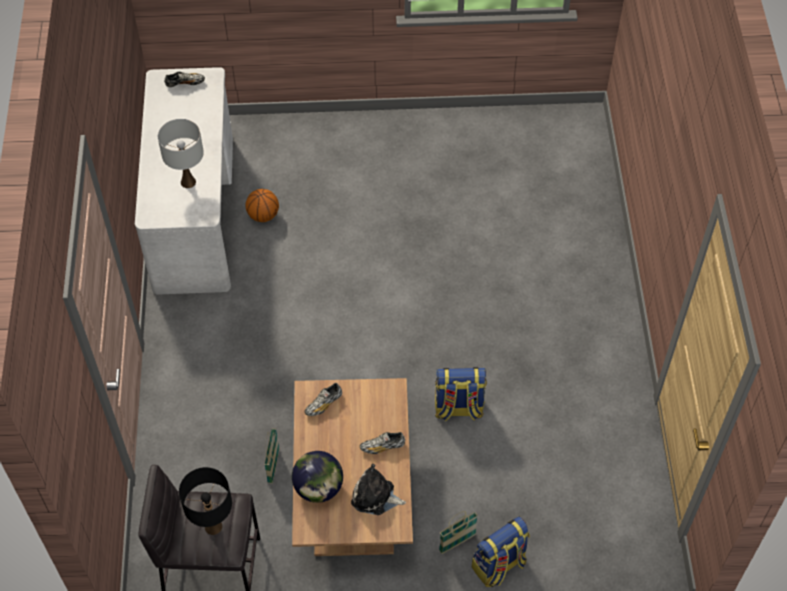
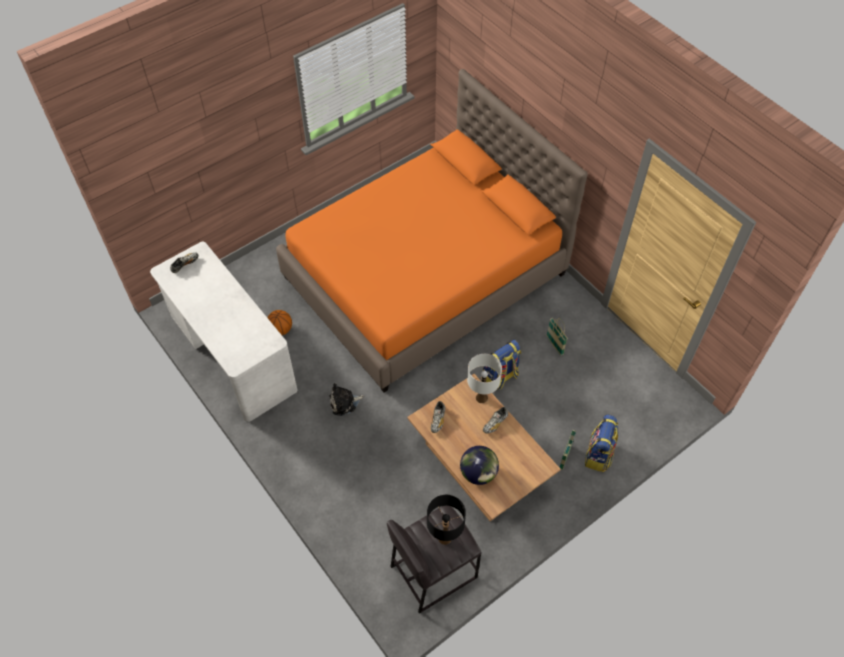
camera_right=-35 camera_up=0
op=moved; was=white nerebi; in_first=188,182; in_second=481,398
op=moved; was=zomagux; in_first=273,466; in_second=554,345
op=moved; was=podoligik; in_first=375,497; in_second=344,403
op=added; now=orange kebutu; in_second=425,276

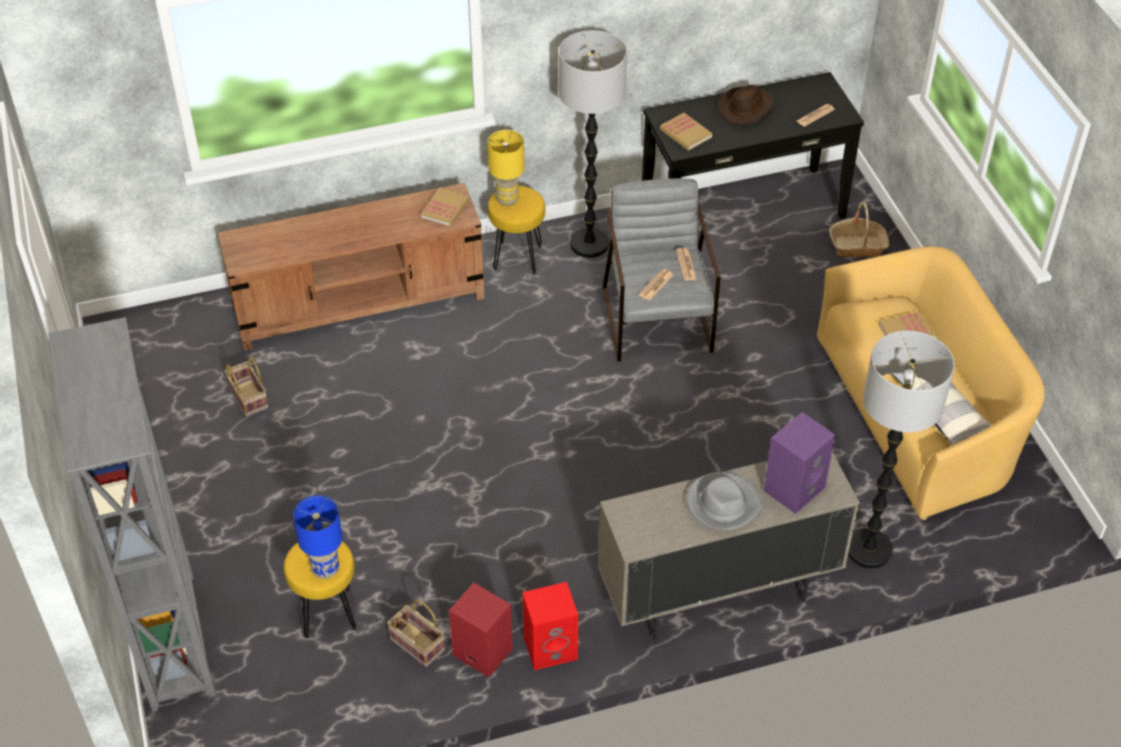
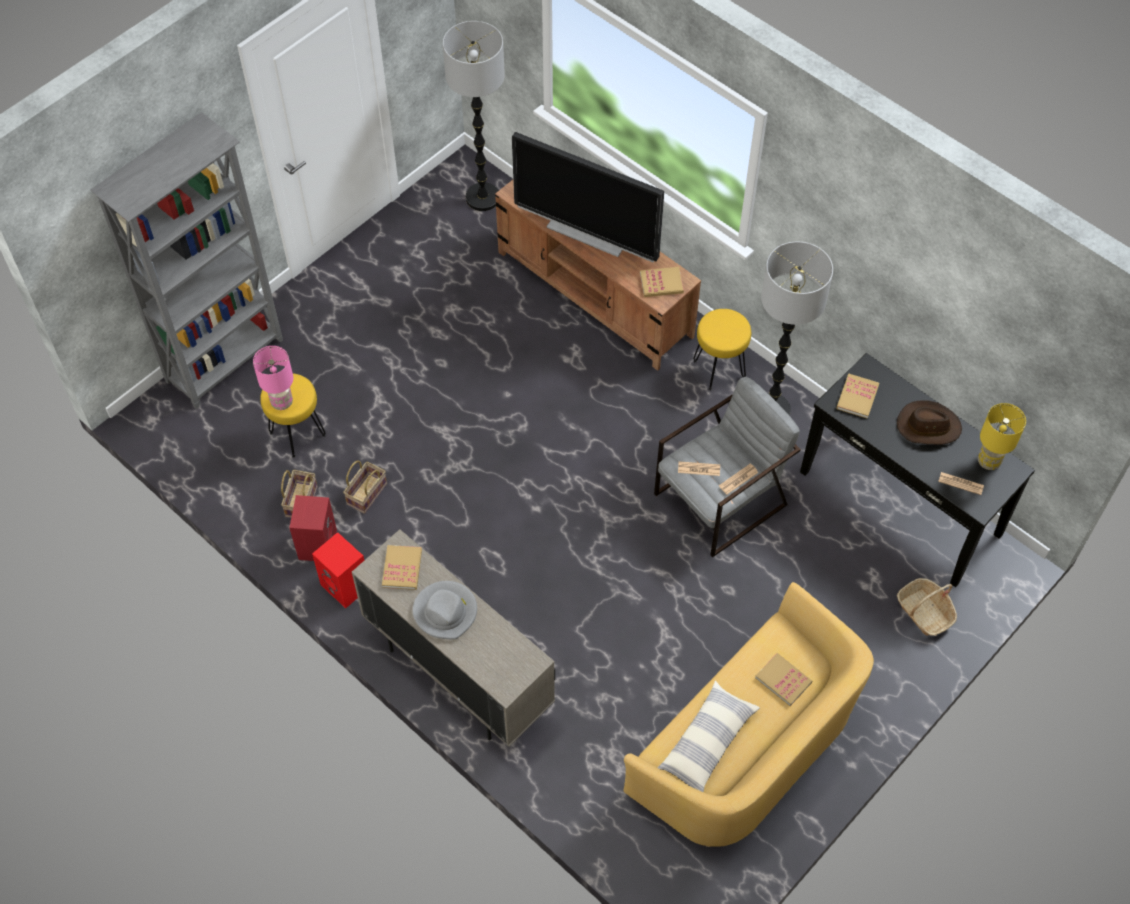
camera_right=60 camera_up=10
op=moved; was=yellow nerebi; in_first=508,200; in_second=989,462
op=moved; was=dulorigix; in_first=868,550; in_second=482,198
op=moved; was=zomagux; in_first=247,397; in_second=366,493
op=removed; was=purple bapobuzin; in_first=794,487
op=recoloured; was=blue nerebi; now=pink nerebi; in_first=326,569; in_second=282,403
op=added; now=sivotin; in_second=588,233
op=added; now=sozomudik; in_second=402,568

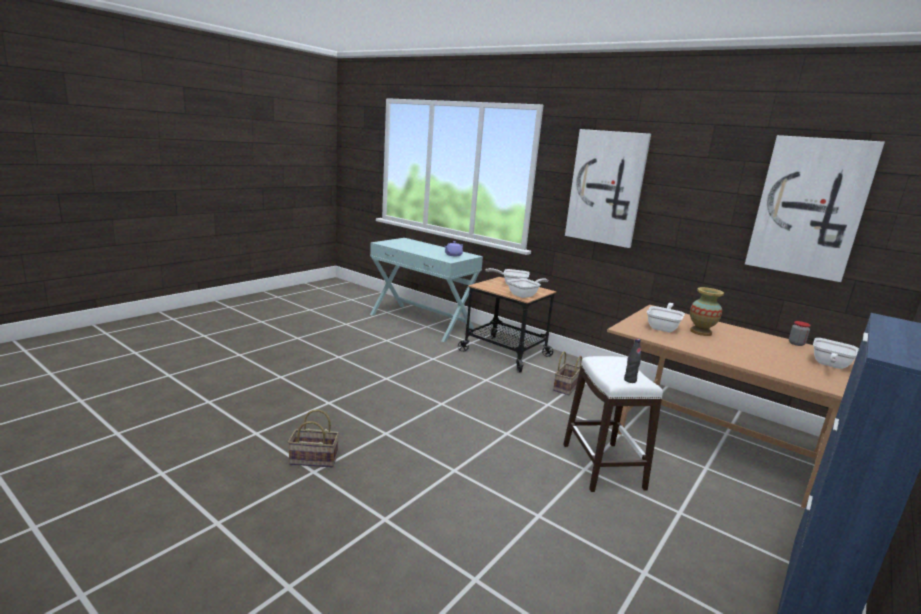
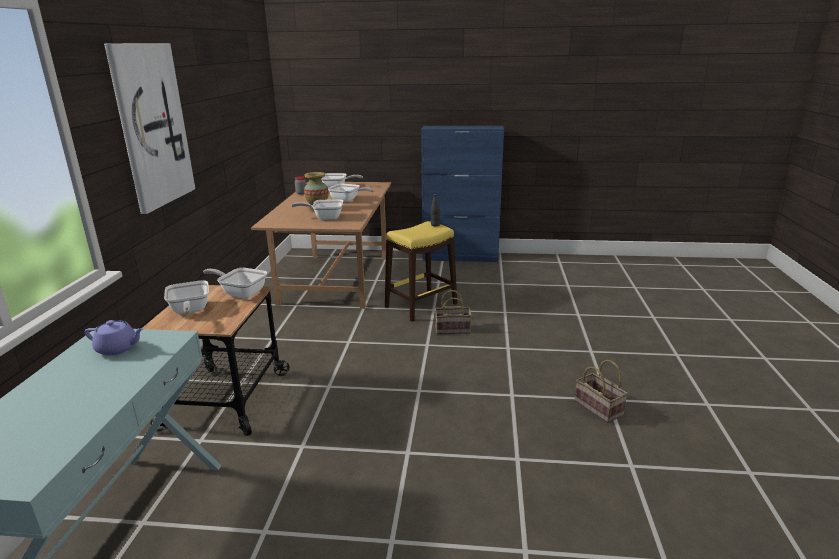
camera_right=-120 camera_up=5
op=removed; was=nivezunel; in_first=809,207
op=moved; was=zomagux; in_first=566,388; in_second=453,329
op=recoloured; was=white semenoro; now=yellow semenoro; in_first=603,466; in_second=420,305
op=added; now=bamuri; in_second=347,200

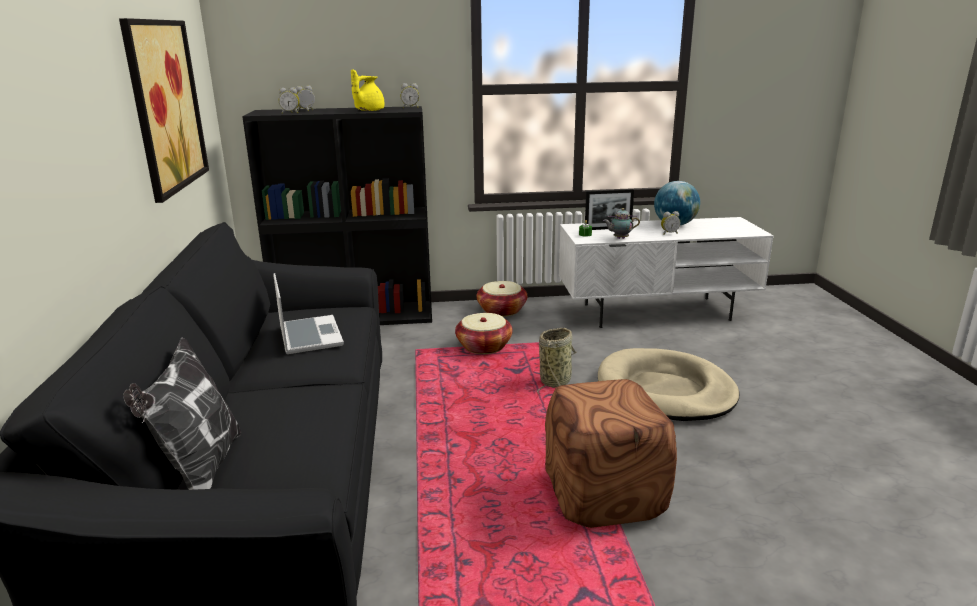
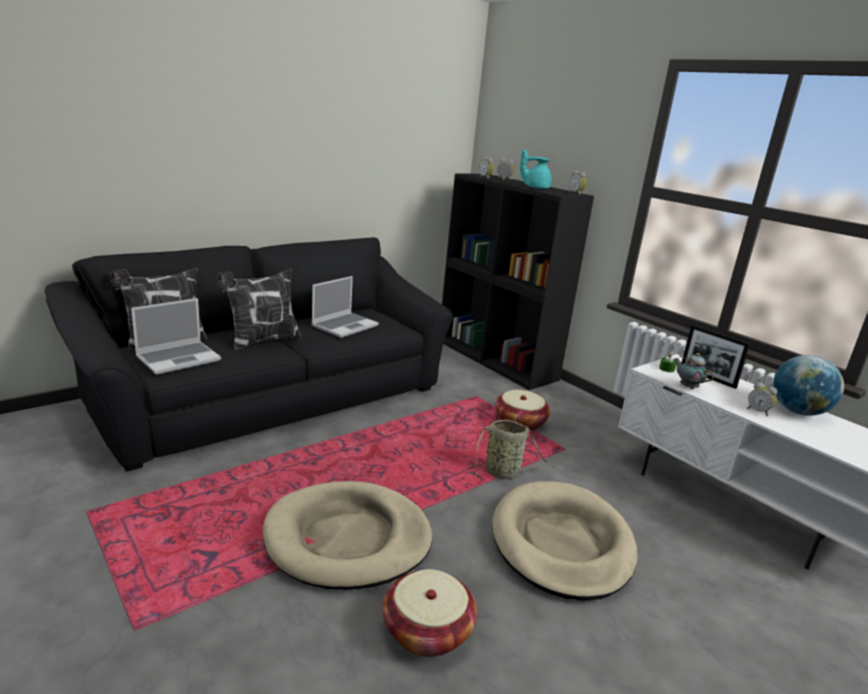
camera_right=55 camera_up=0
op=removed; was=nivezunel; in_first=165,106
op=recoloured; was=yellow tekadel; now=turquoise tekadel; in_first=368,111; in_second=535,188
op=moved; was=zomagux; in_first=502,310; in_second=427,630
op=replaced; was=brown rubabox; now=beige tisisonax; in_first=604,493; in_second=348,539
op=added; now=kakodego; in_second=262,341
op=added; now=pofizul; in_second=179,358

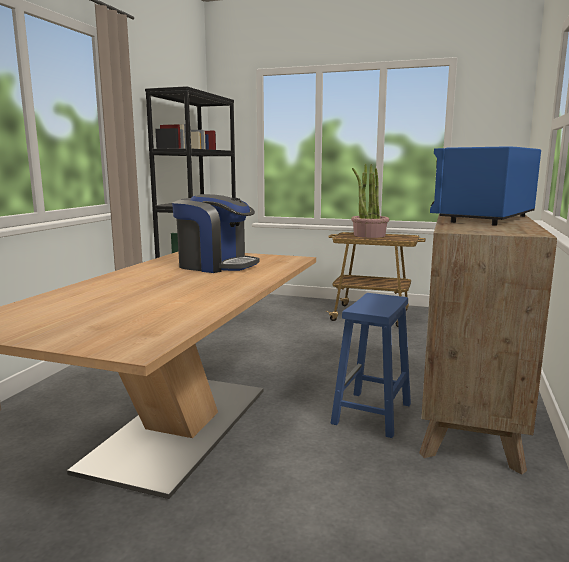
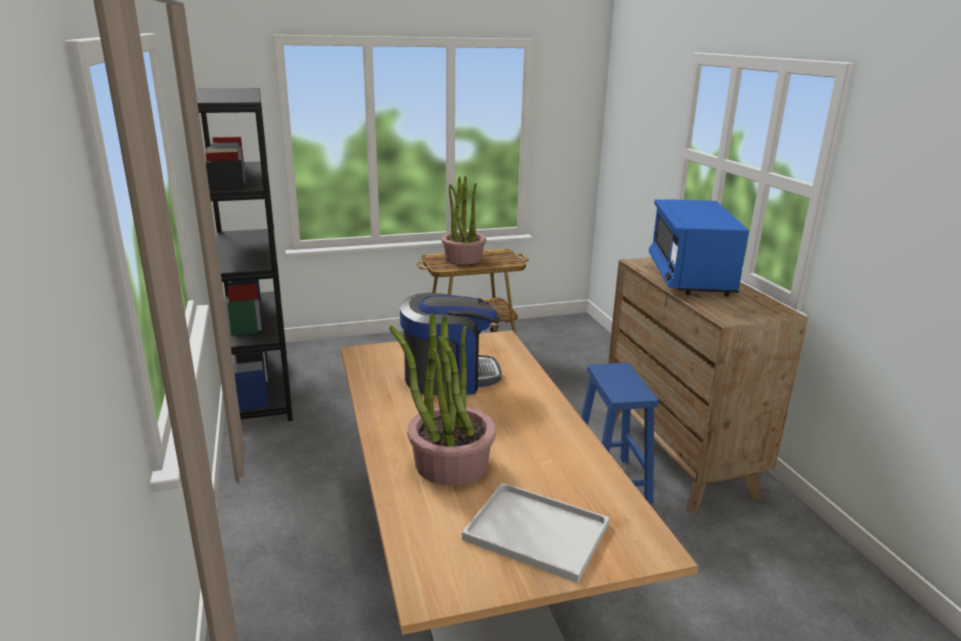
camera_right=-35 camera_up=10
op=added; now=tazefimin; in_second=450,463
op=added; now=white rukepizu; in_second=539,532

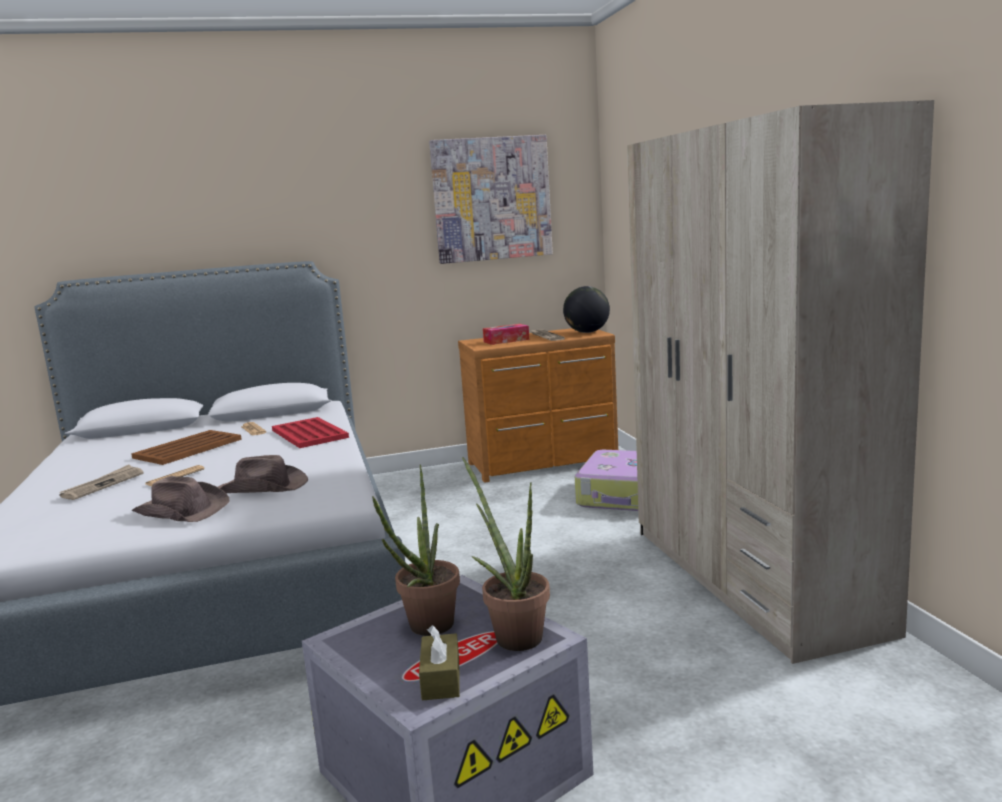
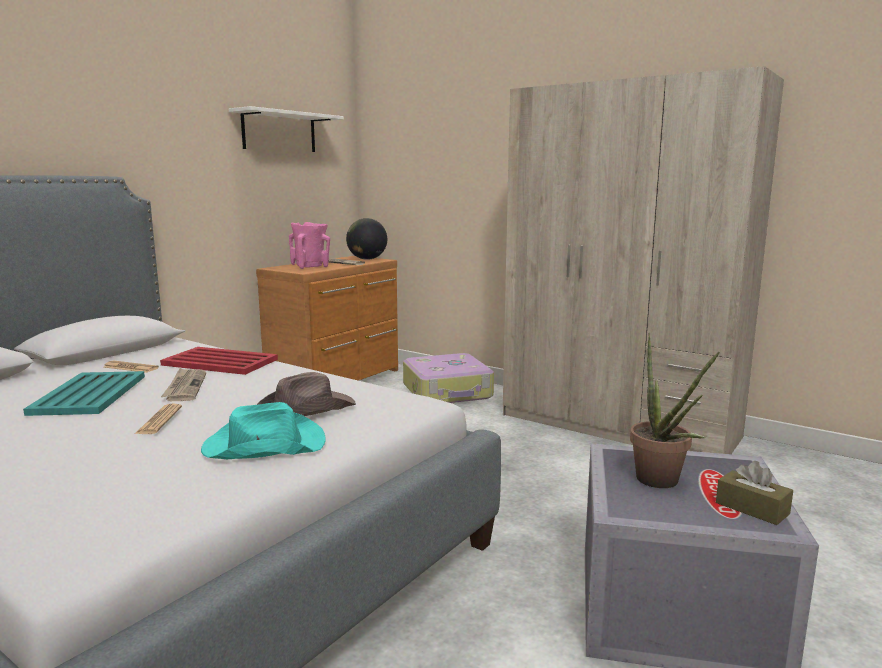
camera_right=-40 camera_up=0
op=replaced; was=nivezunel; now=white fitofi; in_first=491,199; in_second=279,132
op=replaced; was=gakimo; now=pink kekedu; in_first=506,340; in_second=310,267
op=recoloured; was=brown rukepizu; now=turquoise rukepizu; in_first=189,448; in_second=90,394
op=removed; was=tazefimin; in_first=513,634
op=moved; was=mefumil; in_first=103,485; in_second=185,387
op=recoloured; was=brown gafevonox; now=turquoise gafevonox; in_first=181,510; in_second=263,445

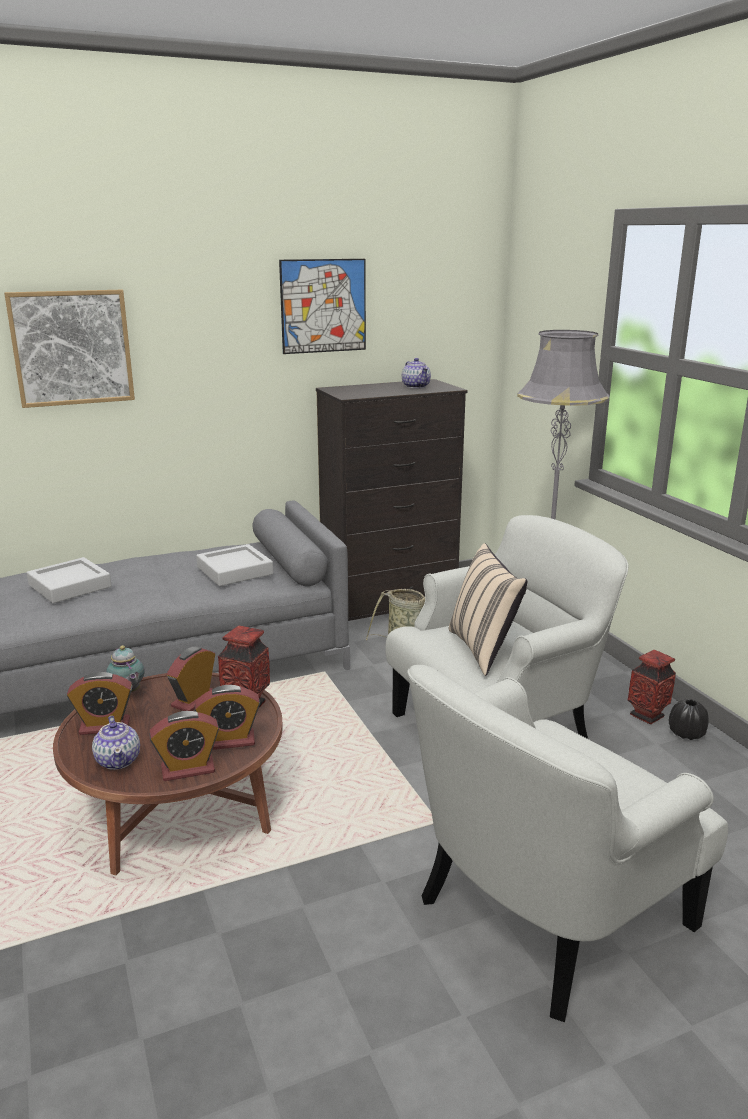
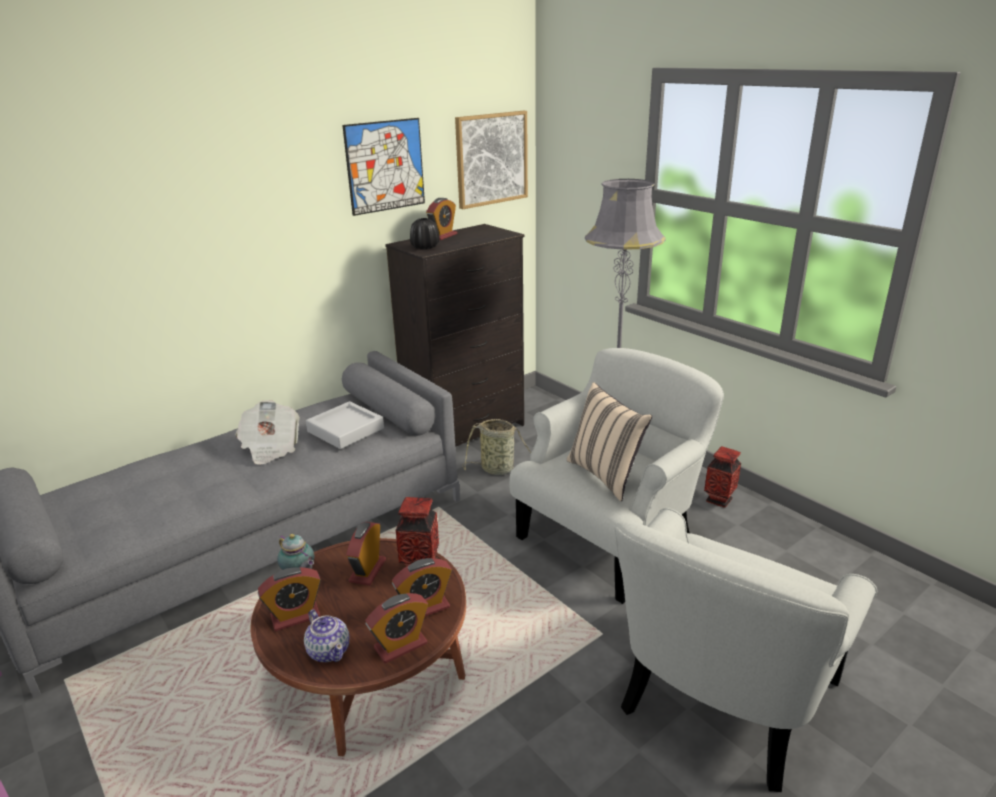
camera_right=-15 camera_up=5
op=moved; was=nivezunel; in_first=72,348; in_second=491,159
op=removed; was=tekadel; in_first=416,386
op=removed; was=grey rukepizu; in_first=70,586
op=moved; was=black kekedu; in_first=686,733; in_second=425,247
op=added; now=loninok; in_second=442,236
op=added; now=mefumil; in_second=270,447

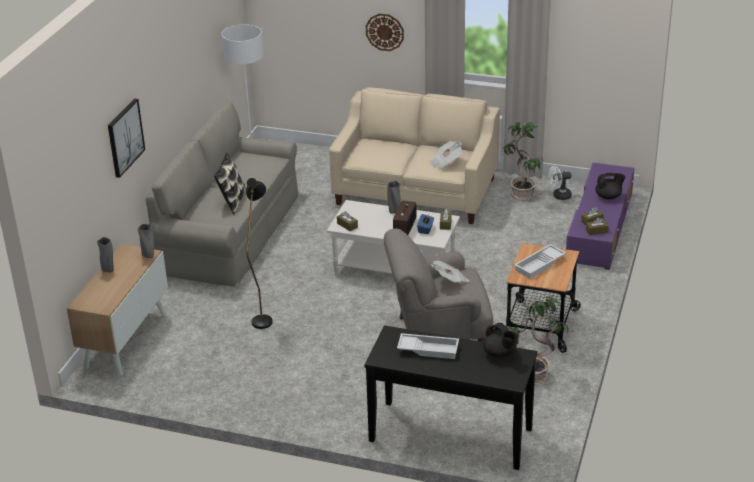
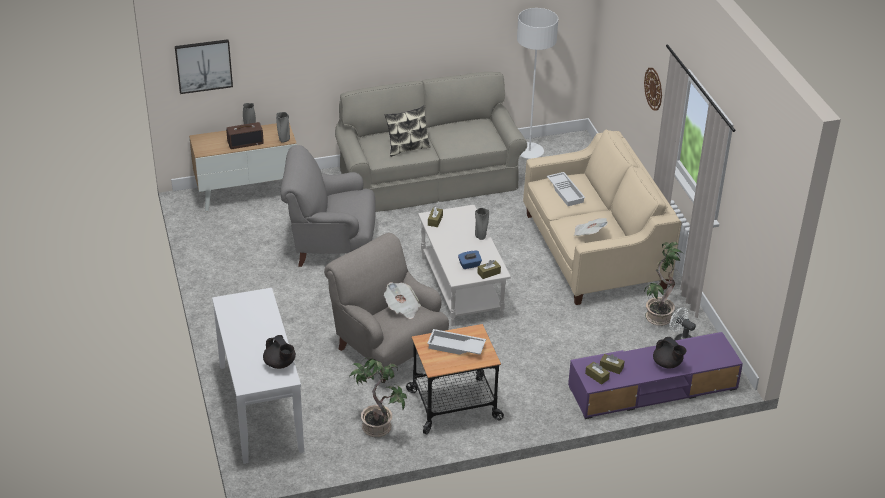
camera_right=55 camera_up=5
op=moved; was=nivezunel; in_first=125,137; in_second=203,65
op=replaced; was=black dulorigix; now=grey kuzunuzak; in_first=263,317; in_second=331,246
op=moved; was=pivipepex; in_first=404,226; in_second=245,142
op=turned; was=black tekadel; in_first=500,353; in_second=280,363; clockwise=-60
op=recoloured; was=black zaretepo; now=white zaretepo; in_first=450,435; in_second=260,407
op=moved; was=white rukepizu; in_first=429,349; in_second=566,192

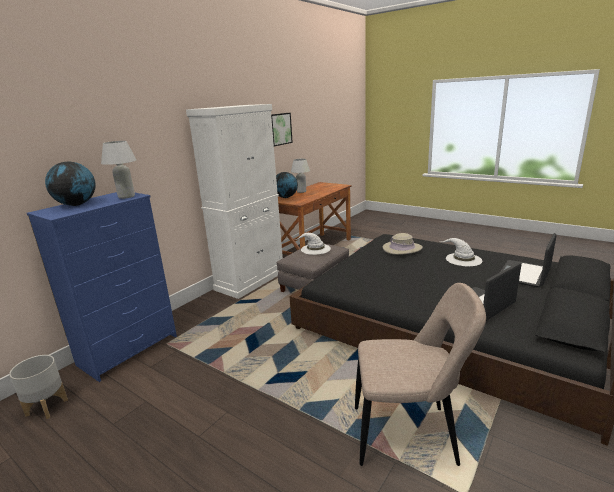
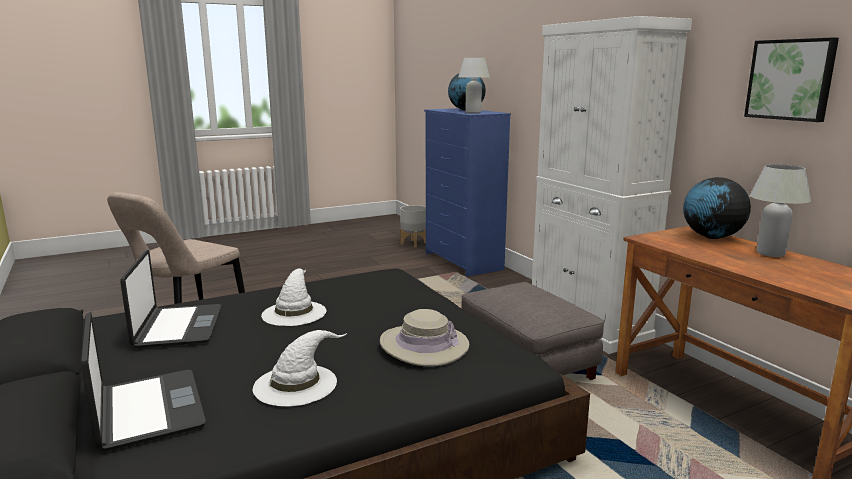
camera_right=115 camera_up=-5
op=moved; was=white gafevonox; in_first=315,249; in_second=294,312

